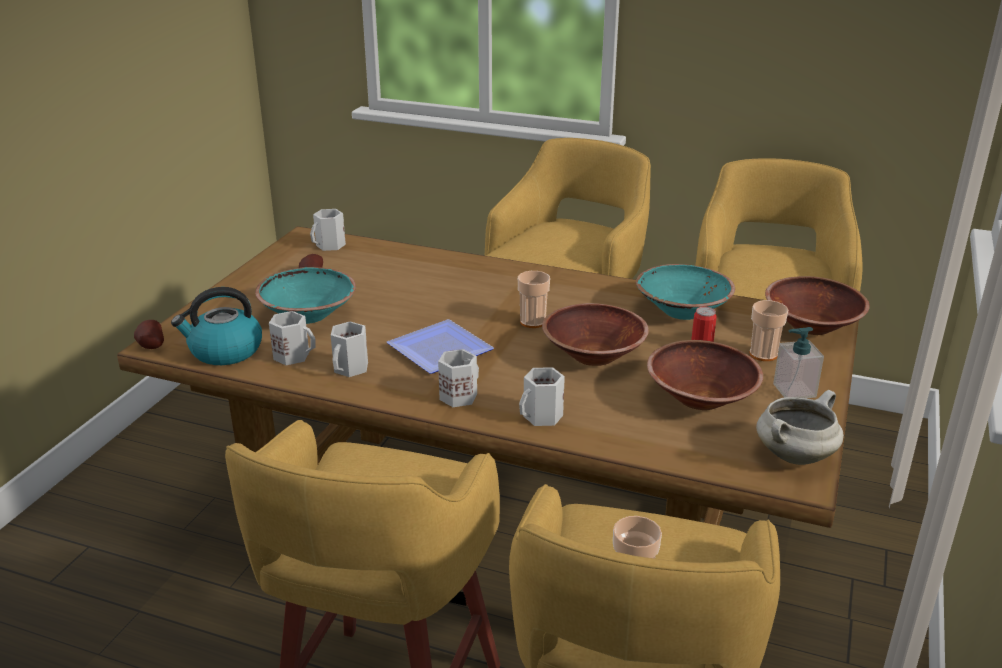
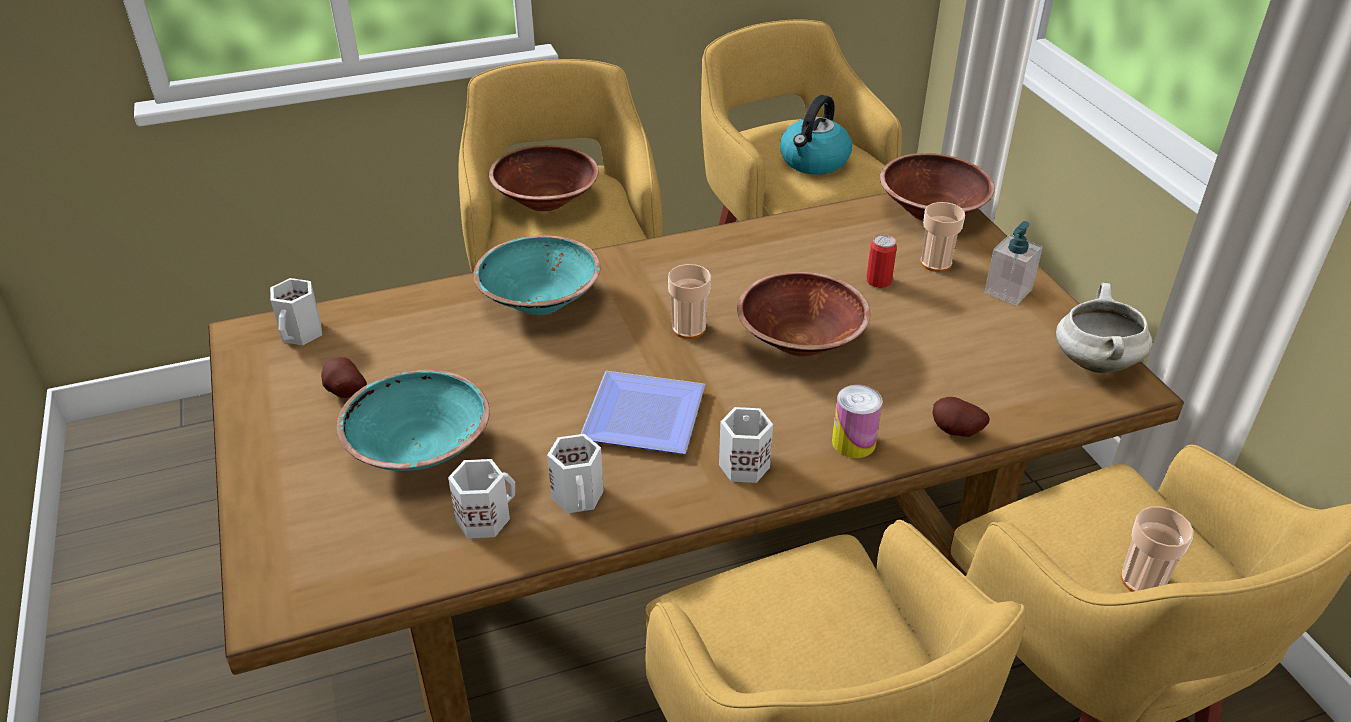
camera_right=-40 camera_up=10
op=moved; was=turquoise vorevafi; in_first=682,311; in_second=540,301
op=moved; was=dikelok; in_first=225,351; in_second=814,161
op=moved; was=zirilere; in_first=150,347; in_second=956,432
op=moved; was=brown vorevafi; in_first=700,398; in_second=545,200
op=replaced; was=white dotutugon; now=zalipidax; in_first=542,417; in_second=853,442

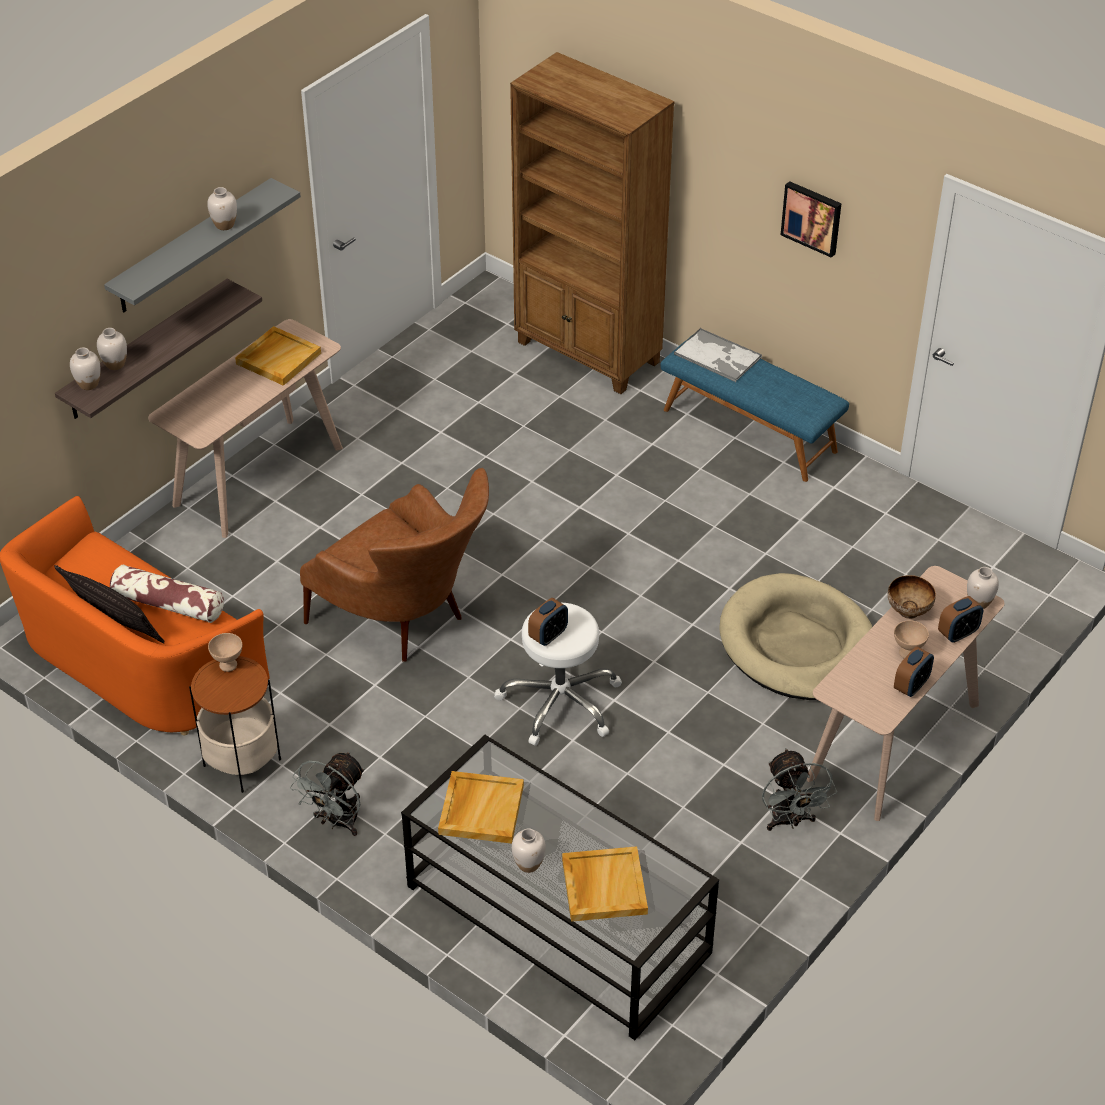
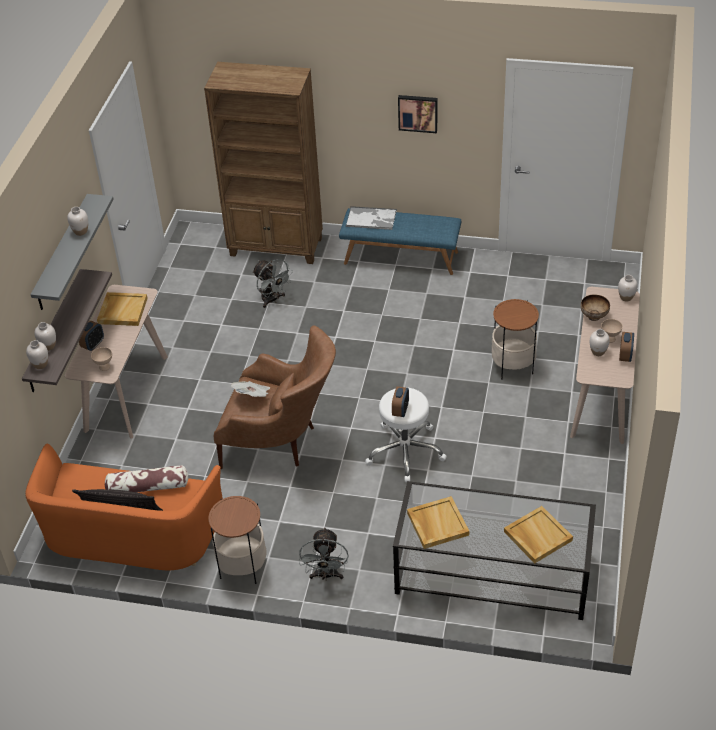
camera_right=-25 camera_up=0
op=replaced; was=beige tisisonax; now=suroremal; in_first=798,644; in_second=513,365
op=moved; was=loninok; in_first=958,634; in_second=93,345
op=moved; was=beige vorevafi; in_first=227,665; in_second=104,367
op=moved; was=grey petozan; in_first=789,821; in_second=272,300
op=moved; was=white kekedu; in_first=529,864; in_second=598,352
op=added; now=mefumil; in_second=253,396

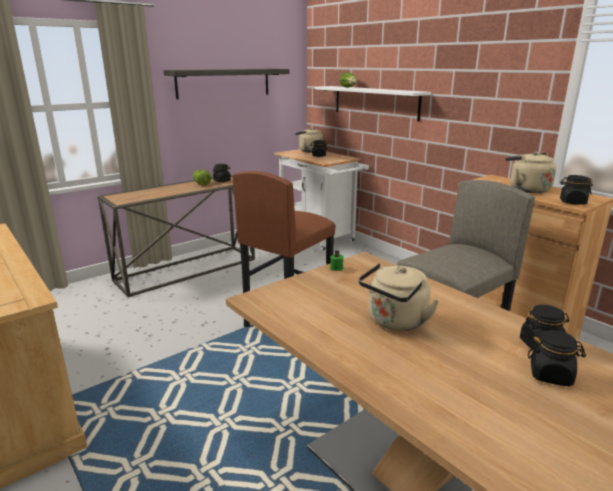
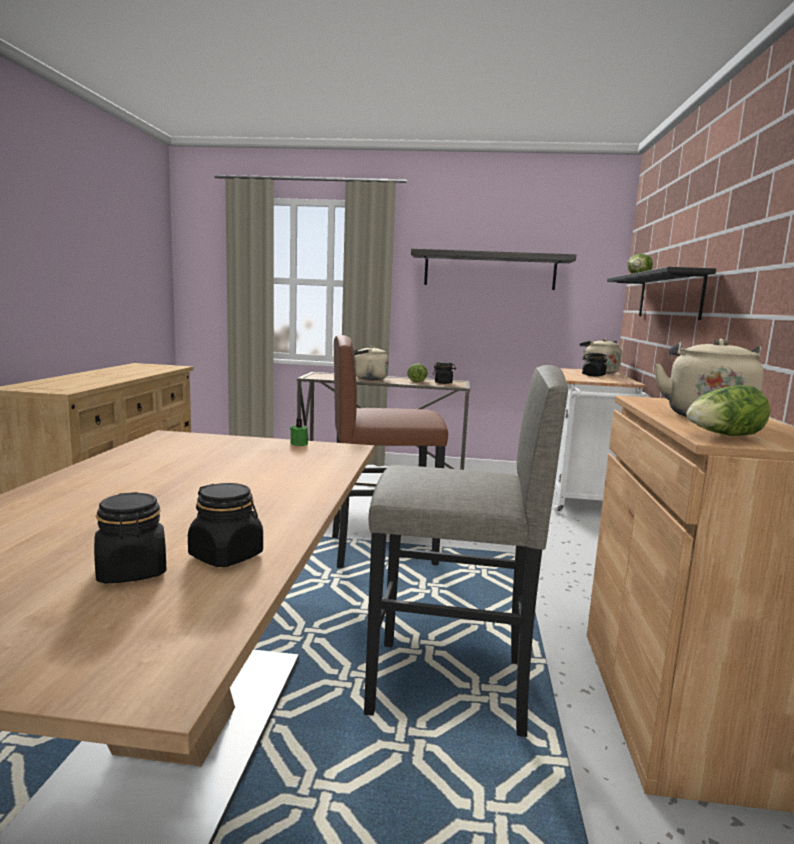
camera_right=45 camera_up=-10
op=recoloured; was=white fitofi; now=black fitofi; in_first=375,102; in_second=668,296
op=replaced; was=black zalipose; now=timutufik; in_first=572,202; in_second=722,436
op=moved; was=beige dikelok; in_first=395,322; in_second=368,378

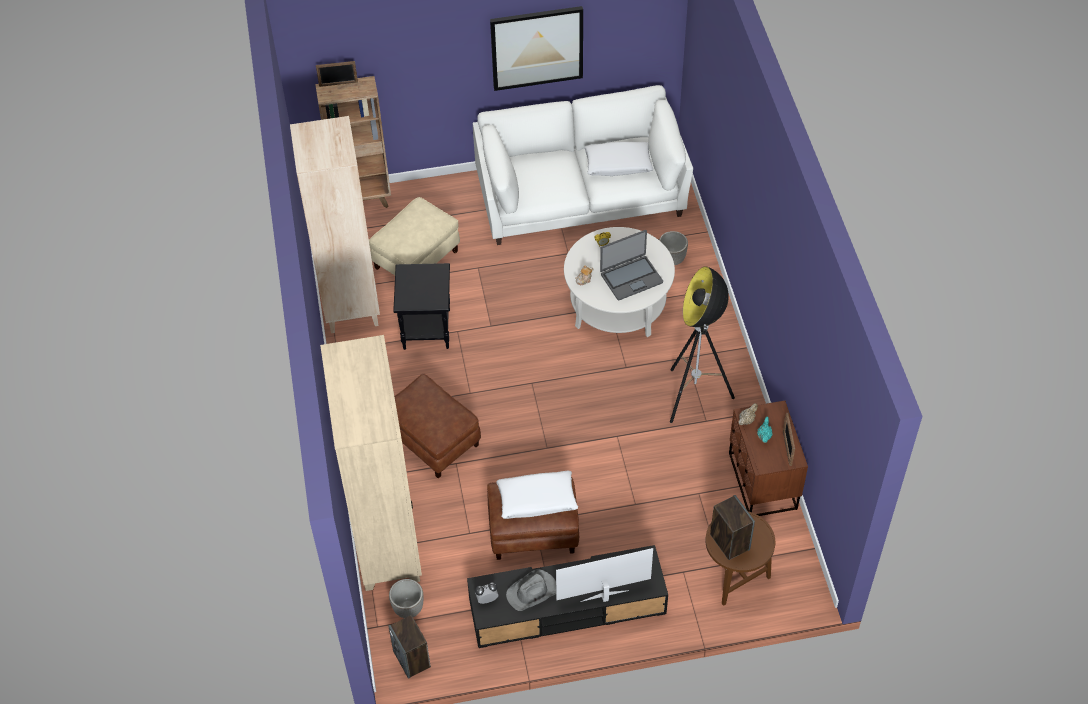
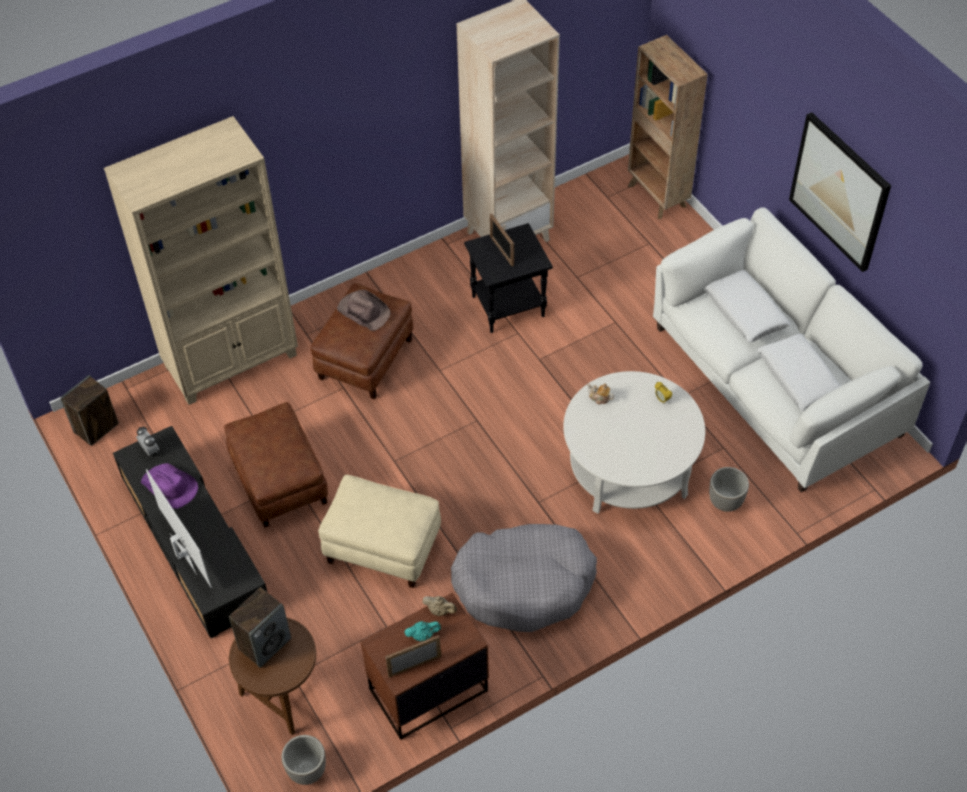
camera_right=70 camera_up=0
op=moved; was=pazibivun; in_first=338,84; in_second=501,251
op=moved; was=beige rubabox; in_first=416,260; in_second=382,548
op=removed; was=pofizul; in_first=631,278
op=replaced; was=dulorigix; now=grey tisisonax; in_first=694,397; in_second=524,584
op=moved; was=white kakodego; in_first=537,500; in_second=744,312
op=recoloured; was=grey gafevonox; now=purple gafevonox; in_first=533,592; in_second=170,487
op=moved; was=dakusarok; in_first=408,609; in_second=306,770
op=added; now=brown gafevonox; in_second=363,311

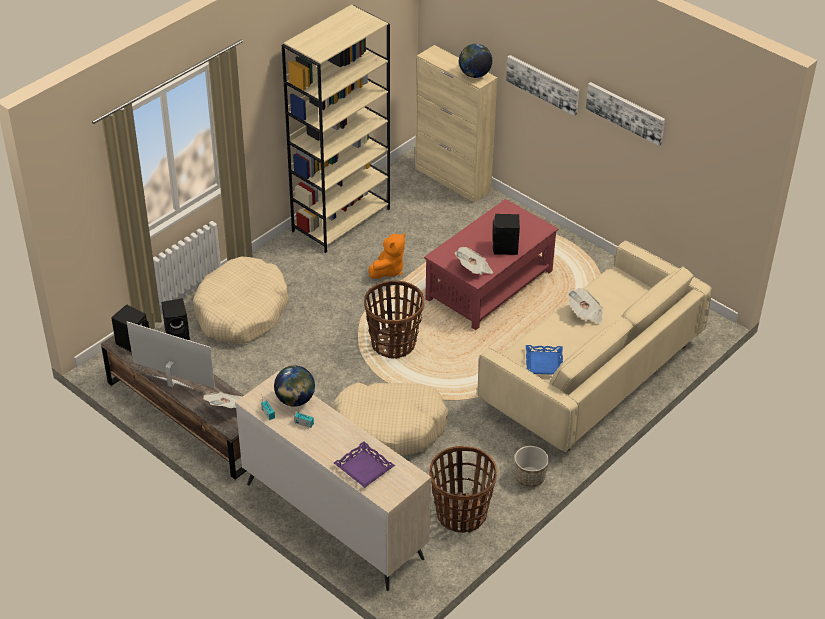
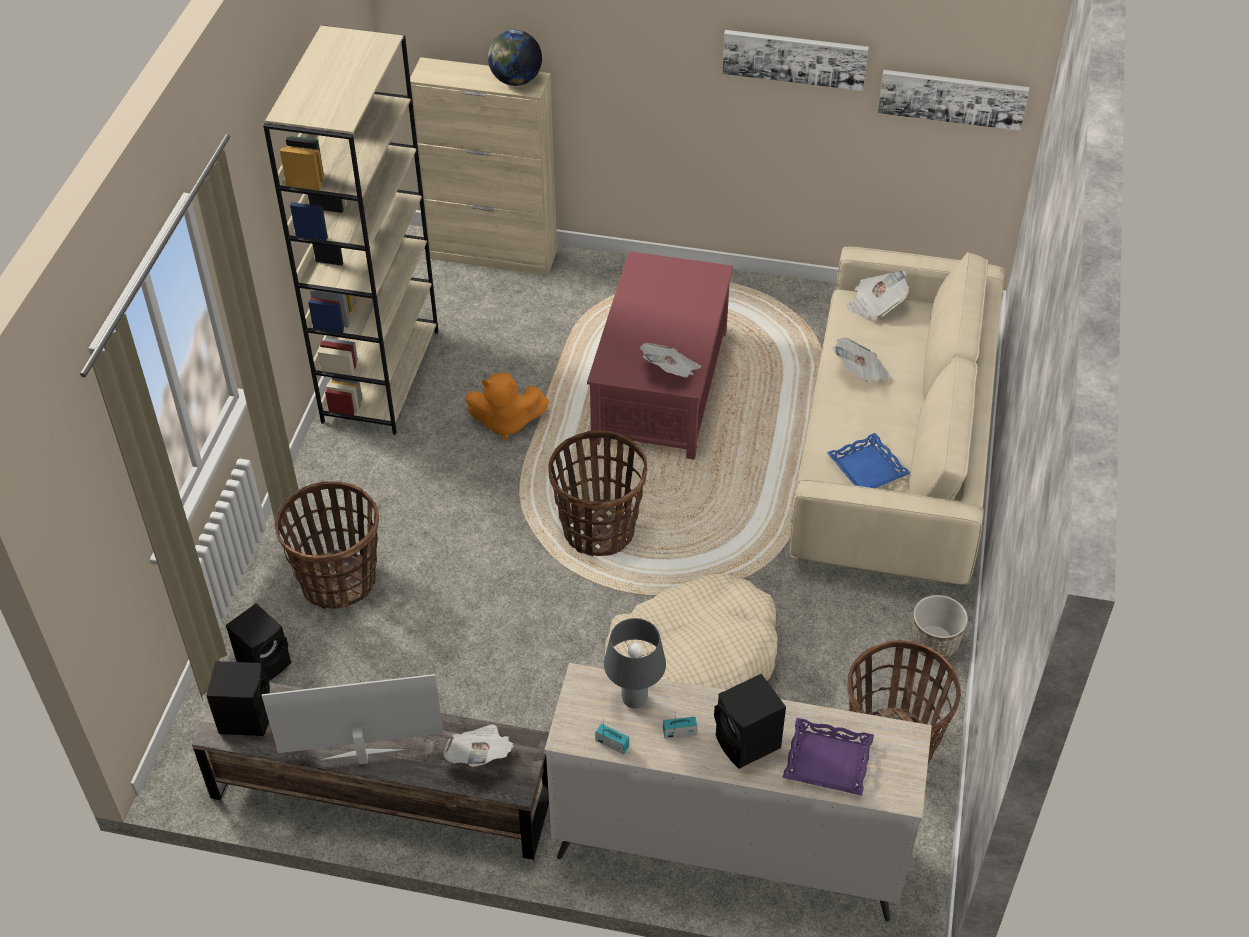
camera_right=-30 camera_up=5
op=moved; was=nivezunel; in_first=543,84; in_second=952,98
op=moved; was=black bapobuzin; in_first=505,248; in_second=748,744
op=turned; was=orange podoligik; in_first=388,270; in_second=506,422; clockwise=90
op=replaced; was=beige tisisonax; now=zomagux; in_first=241,312; in_second=339,581
op=replaced; was=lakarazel; now=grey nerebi; in_first=295,400; in_second=635,700
op=added; now=mefumil; in_second=875,304

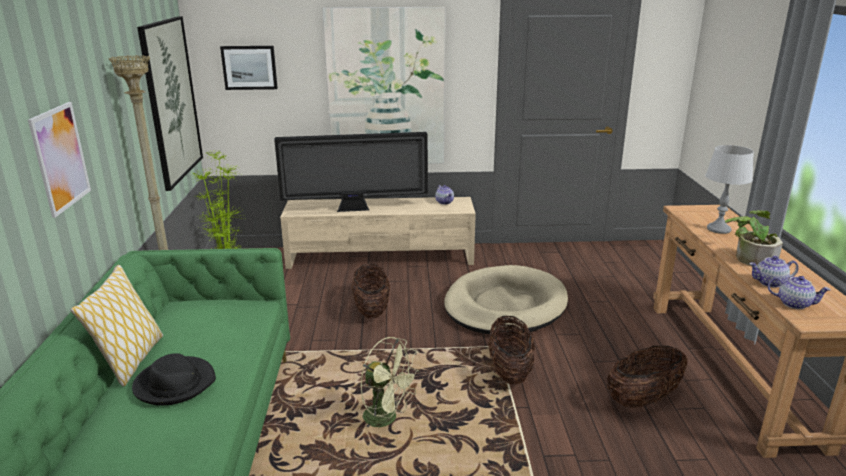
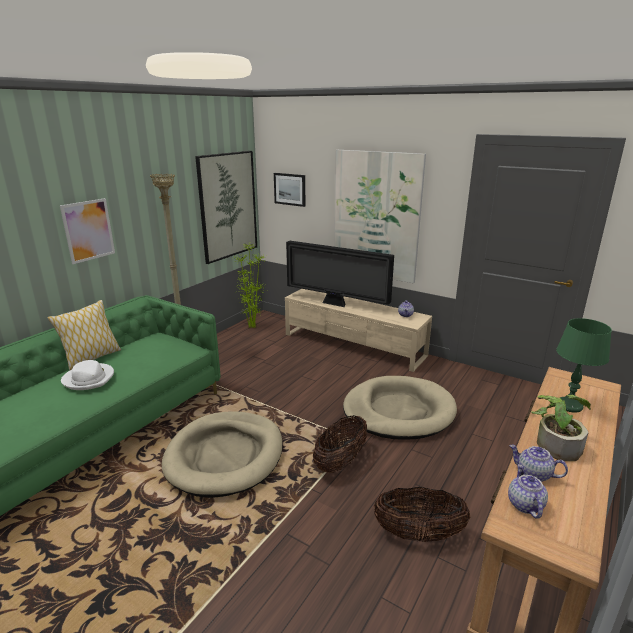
camera_right=35 camera_up=0
op=recoloured; was=grey nerebi; now=green nerebi; in_first=718,229; in_second=568,405
op=removed; was=zomagux; in_first=371,310
op=turned; was=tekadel; in_first=794,304; in_second=524,504; clockwise=-150
op=replaced; was=green petozan; now=beige tisisonax; in_first=387,419; in_second=225,456
op=recoloured; was=black gafevonox; now=white gafevonox; in_first=175,384; in_second=89,378

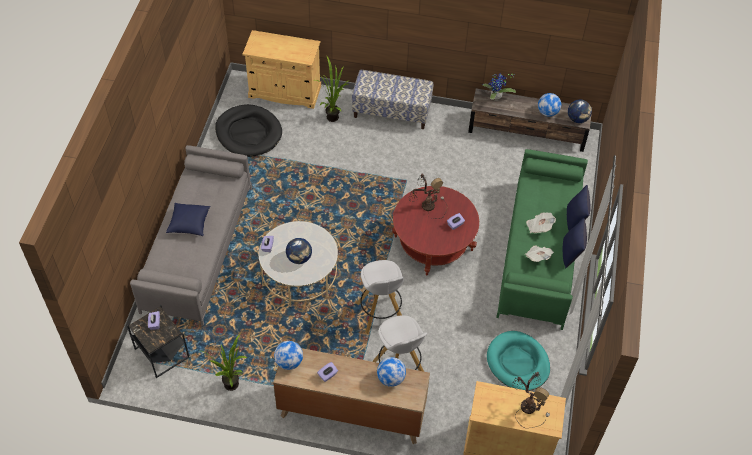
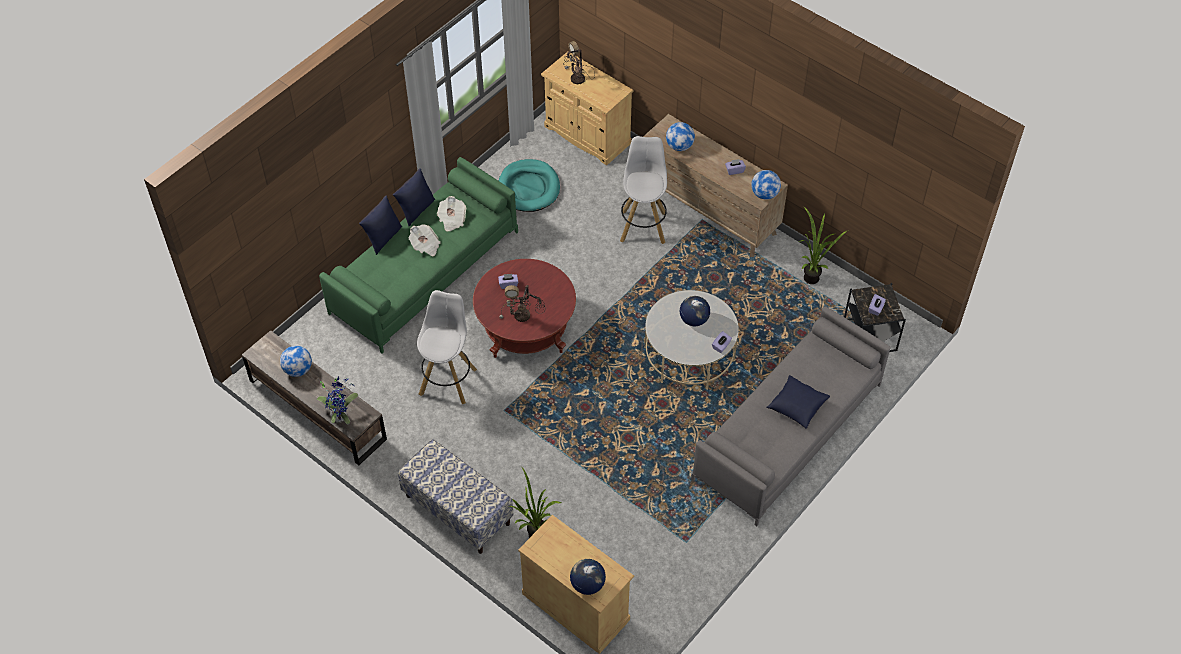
camera_right=-150 camera_up=0
op=moved; was=lakarazel; in_first=577,119; in_second=587,584
op=removed; was=black tisisonax; in_first=248,133
op=moved; was=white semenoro; in_first=380,315; in_second=448,381

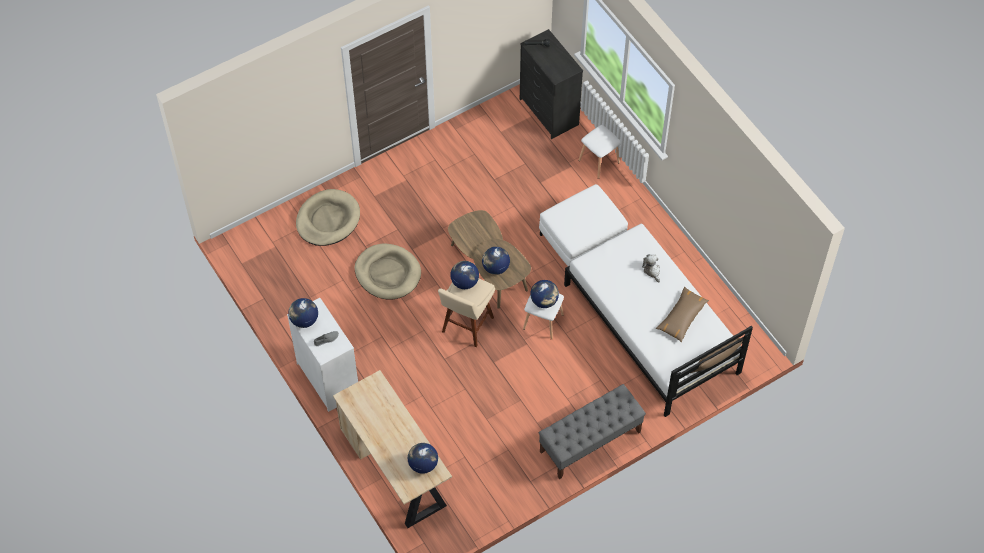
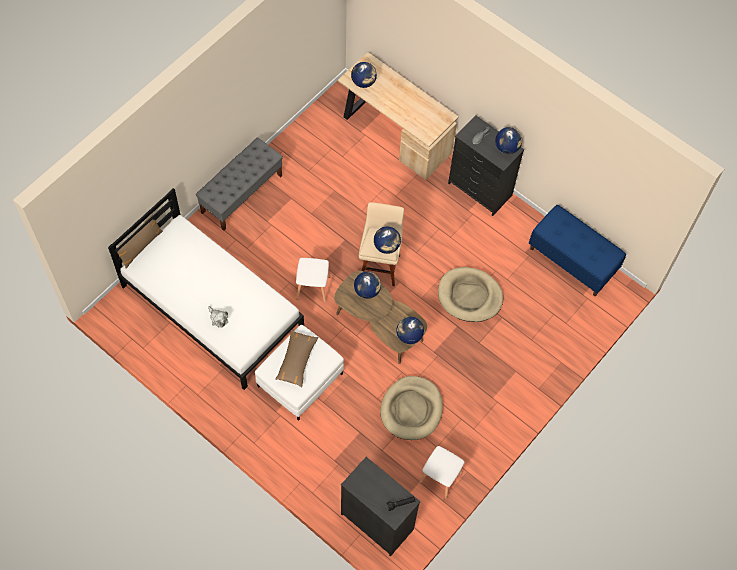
camera_right=160 camera_up=5
op=moved; was=white semenoro; in_first=599,161; in_second=440,478
op=moved; was=beige tisisonax; in_first=328,220; in_second=411,409
op=moved; was=lakarazel; in_first=544,301; in_second=409,336
op=moved; was=brown kakodego; in_first=682,317; in_second=296,360
op=recoloured; was=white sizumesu; now=black sizumesu; in_first=328,378; in_second=479,190
op=added; now=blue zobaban; in_second=573,260

